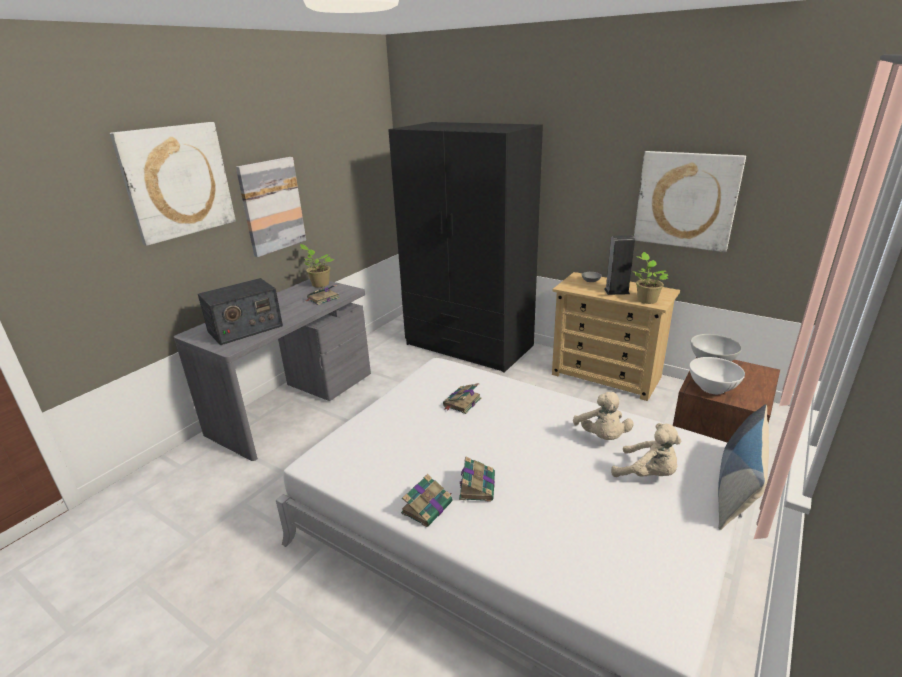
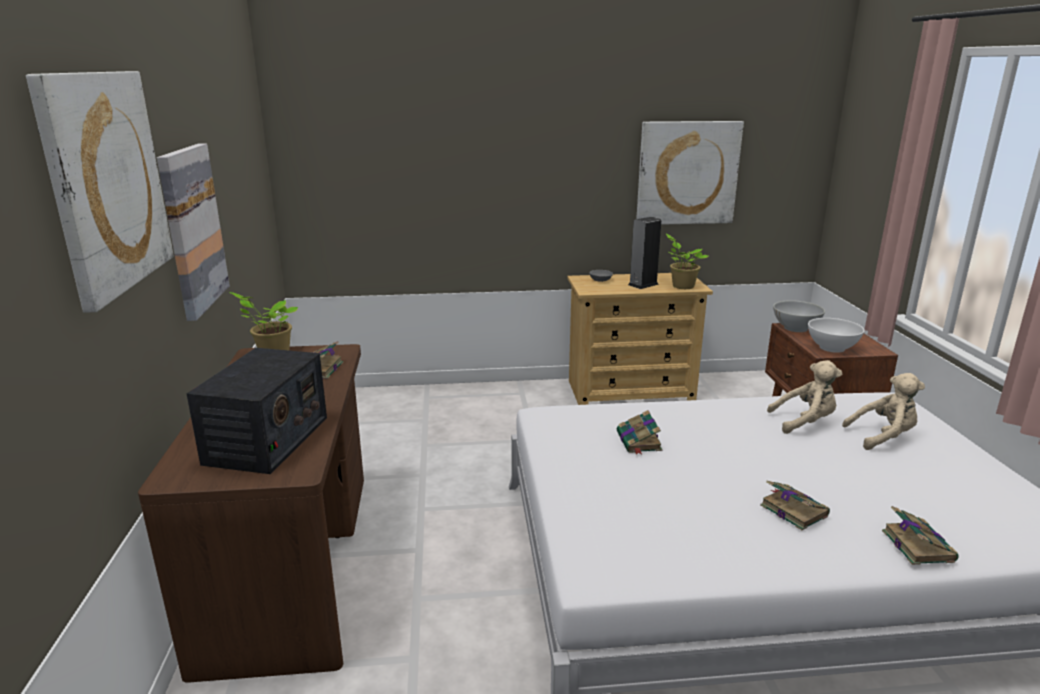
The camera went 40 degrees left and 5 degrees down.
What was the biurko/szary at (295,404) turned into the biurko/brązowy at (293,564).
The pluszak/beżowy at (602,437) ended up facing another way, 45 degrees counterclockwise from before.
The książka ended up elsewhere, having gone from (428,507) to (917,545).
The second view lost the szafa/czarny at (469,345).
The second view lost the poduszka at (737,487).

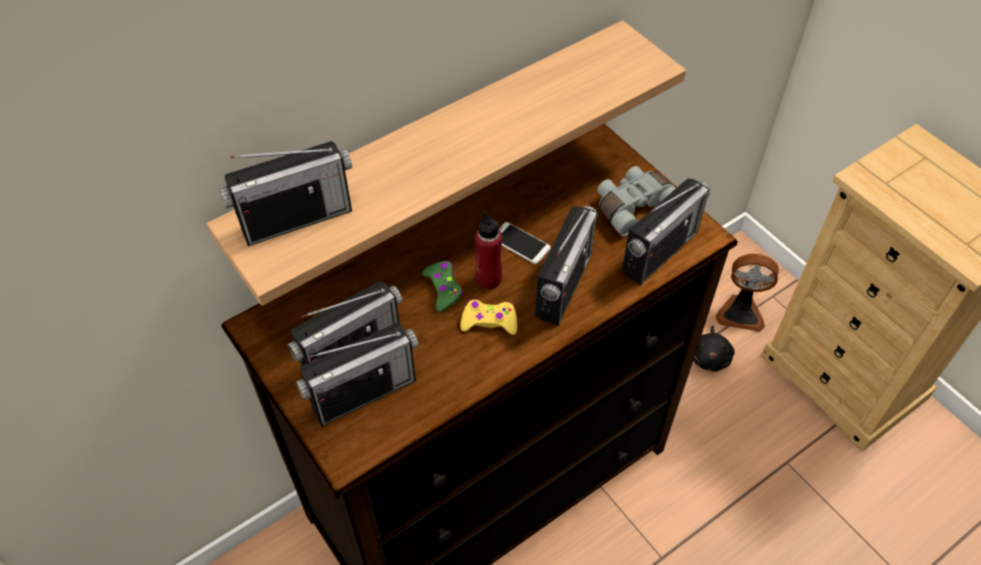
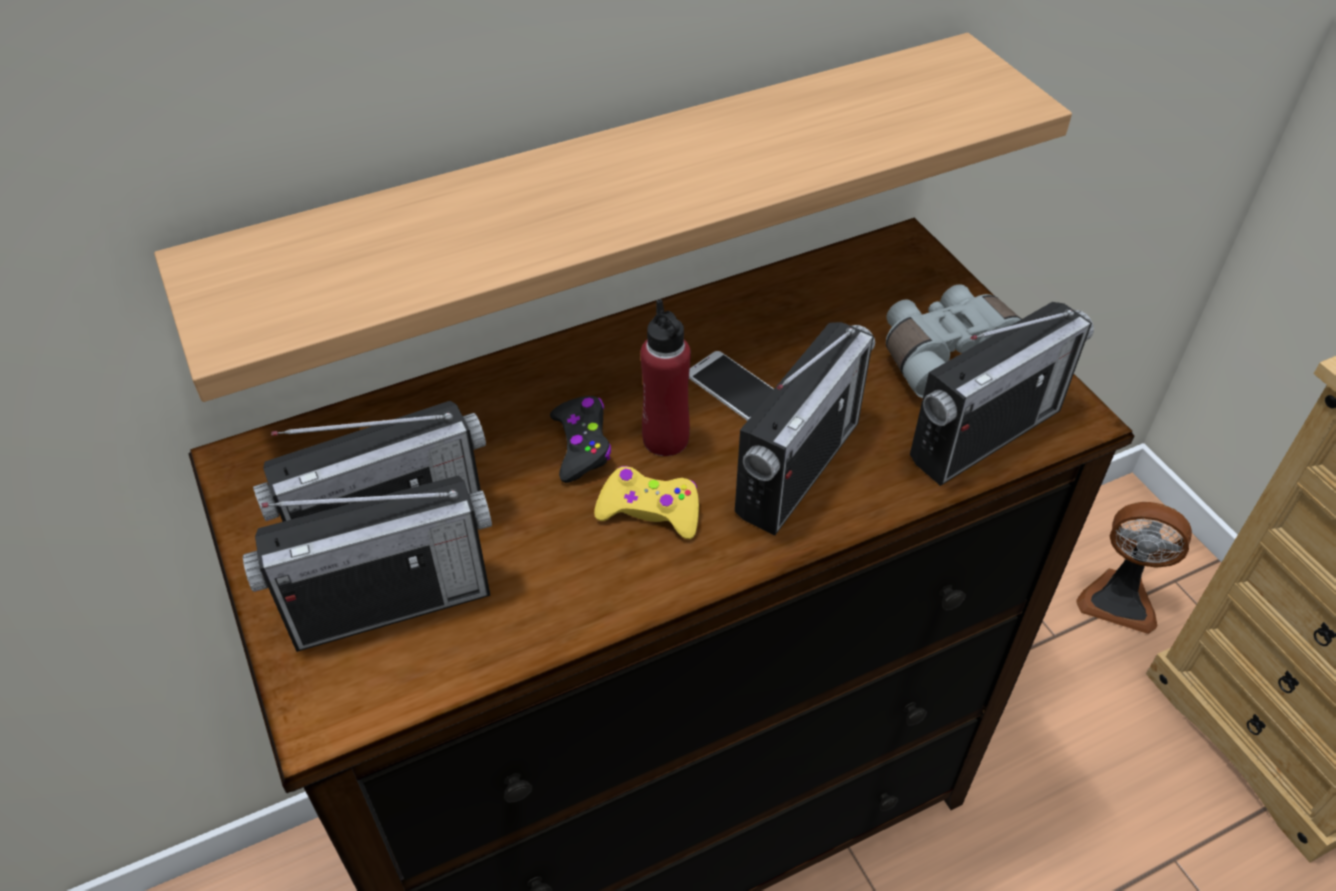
The camera went 10 degrees right and 5 degrees down.
What was the pad do gier/zielony at (443,289) turned into the pad do gier/czarny at (582,445).
The second view lost the radio at (296,219).
The second view lost the pluszak/czarny at (709,357).

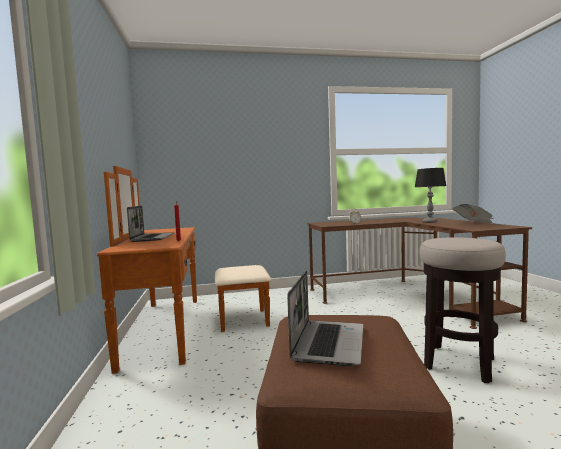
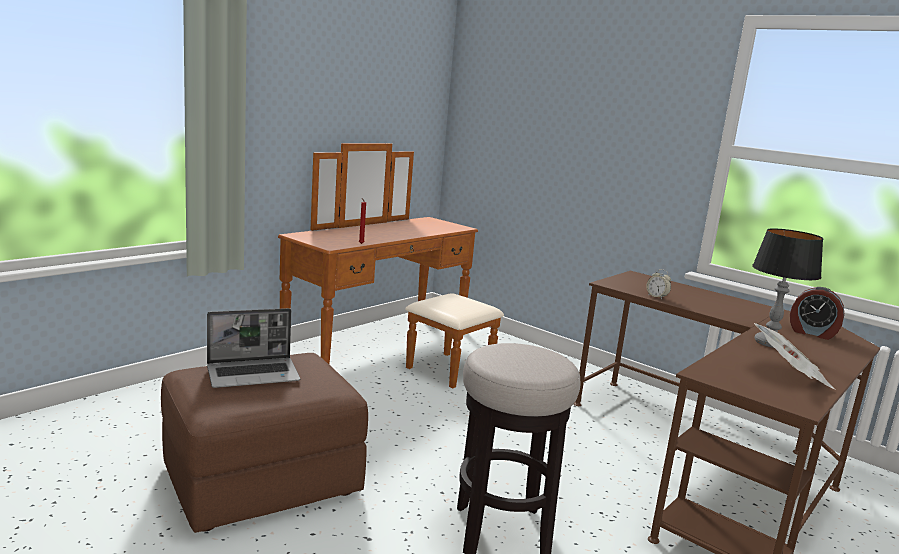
The camera went 50 degrees right and 10 degrees up.
The second view gained the budzik at (812,333).
The second view lost the laptop at (152,238).

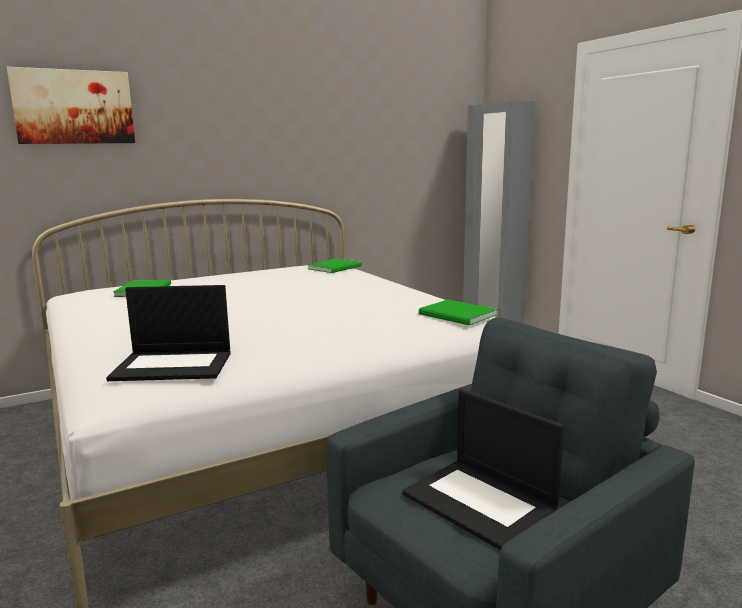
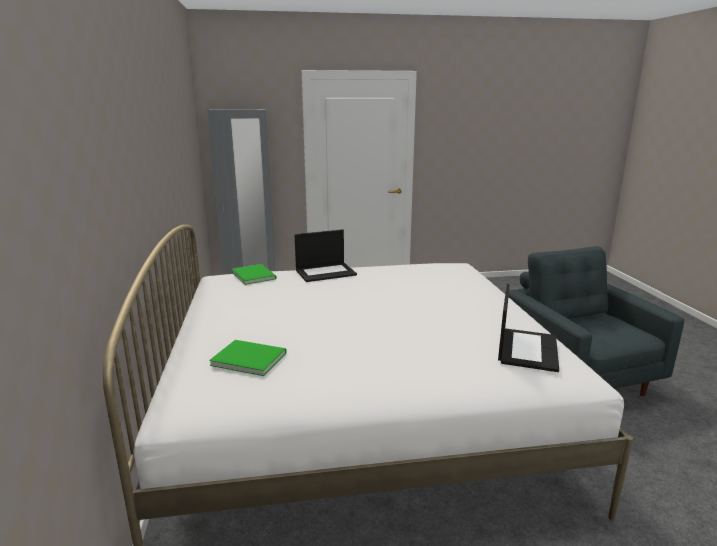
The camera went 70 degrees left and 5 degrees up.
The laptop ended up elsewhere, having gone from (481,502) to (326,272).
The second view lost the obraz at (74,107).
The second view lost the książka/zielony at (458,315).

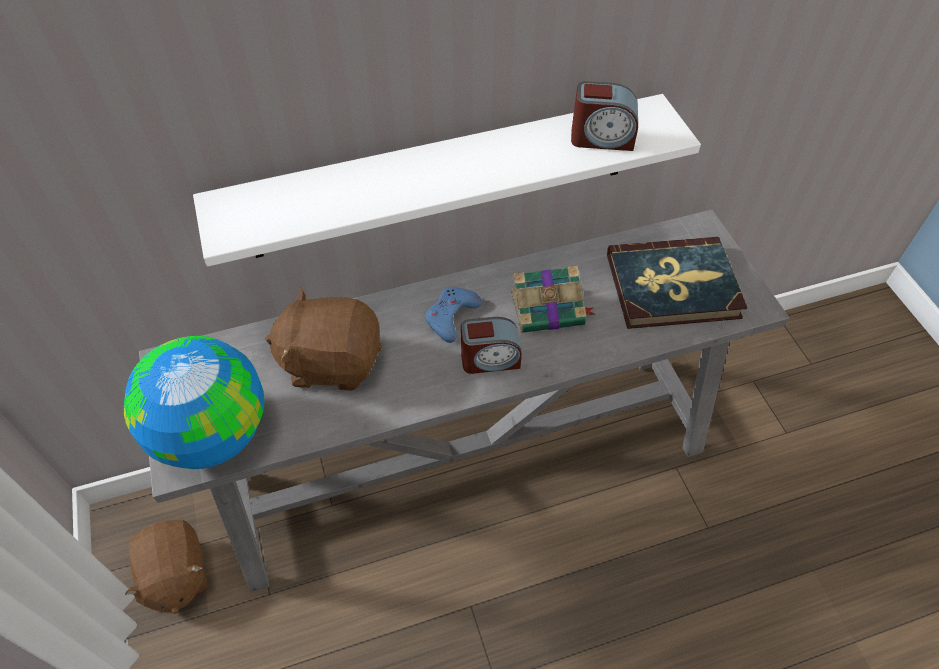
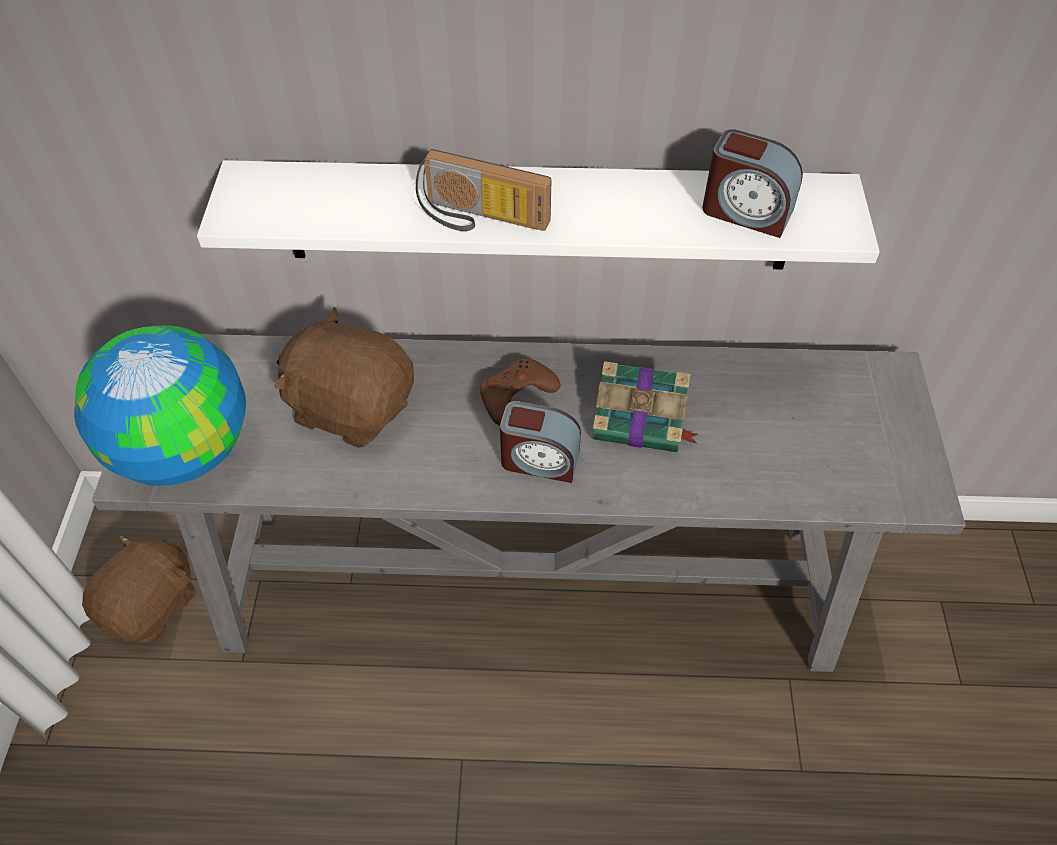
The camera went 20 degrees right and 0 degrees up.
The pluszak/brązowy at (175,576) ended up facing another way, 150 degrees counterclockwise from before.
The second view gained the radio at (480,219).
What was the pad do gier/niebieski at (451,316) turned into the pad do gier/brązowy at (516,394).
The second view lost the książka at (672,287).

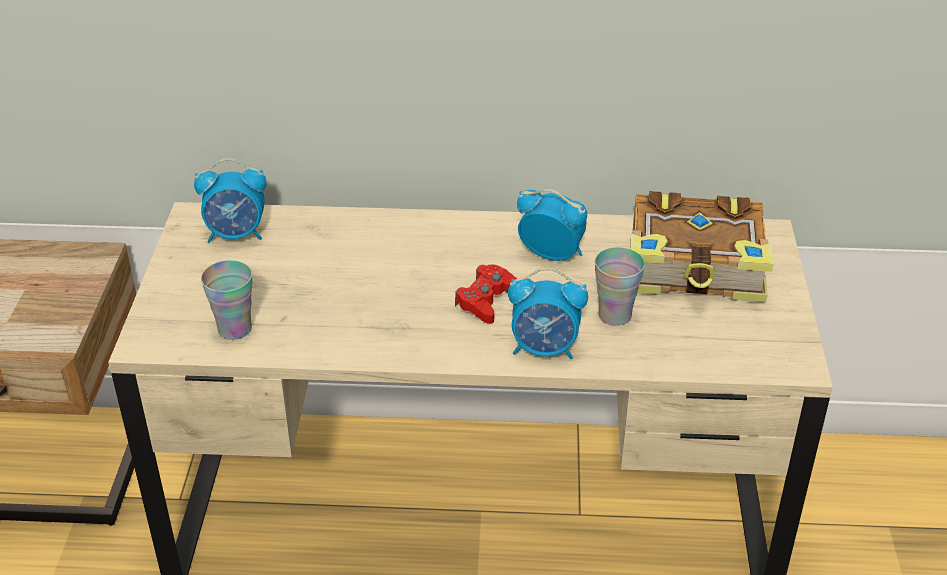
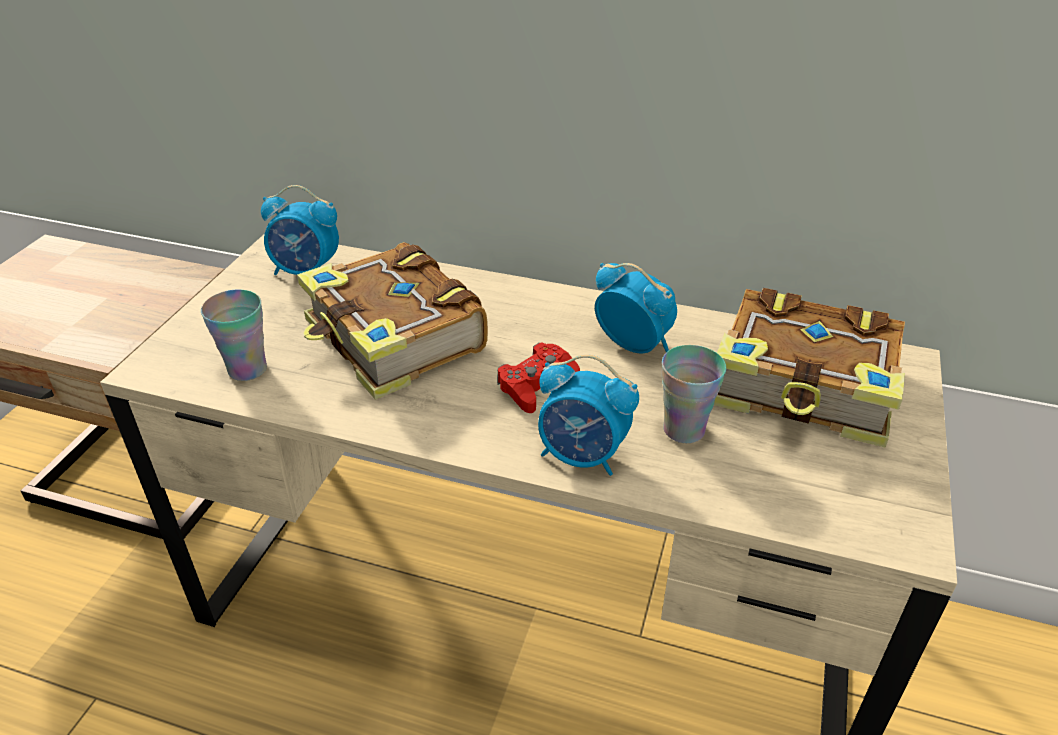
The camera went 15 degrees right and 0 degrees up.
The second view gained the książka at (394,339).

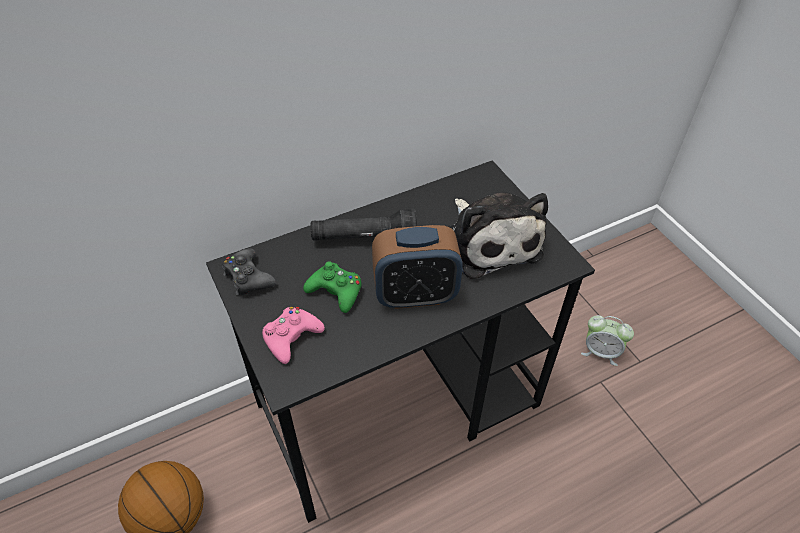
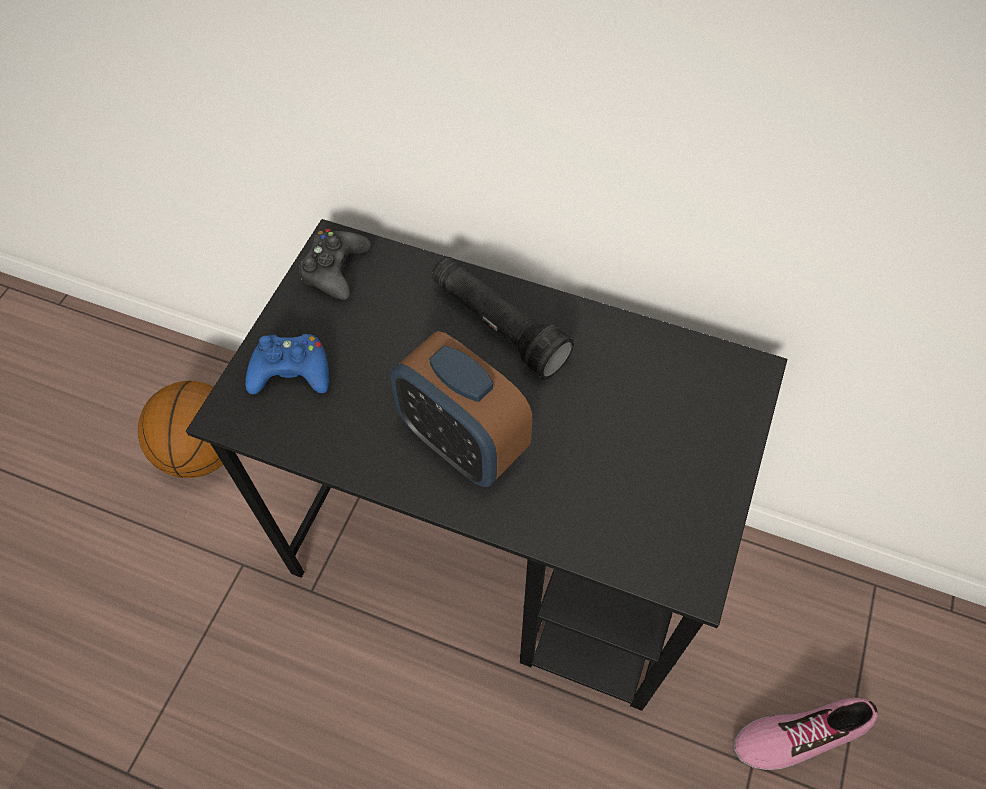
The camera went 50 degrees right and 10 degrees up.
What was the pad do gier/różowy at (291,337) turned into the pad do gier/niebieski at (291,371).
Where the budzik stood at (601,352), the but came to stand at (800,732).
The second view lost the pad do gier/zielony at (336,291).
The second view lost the pluszak at (489,241).

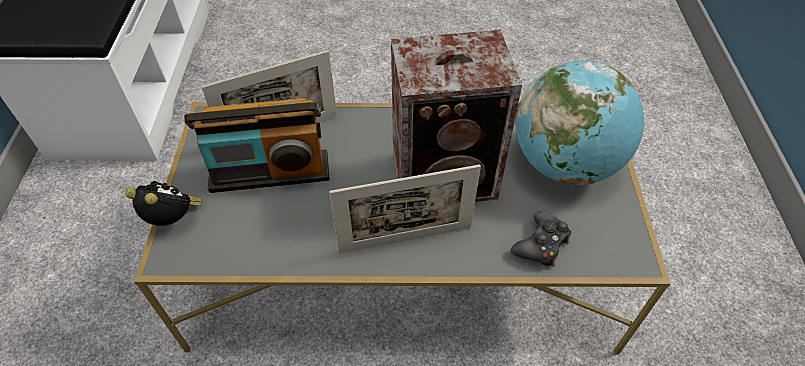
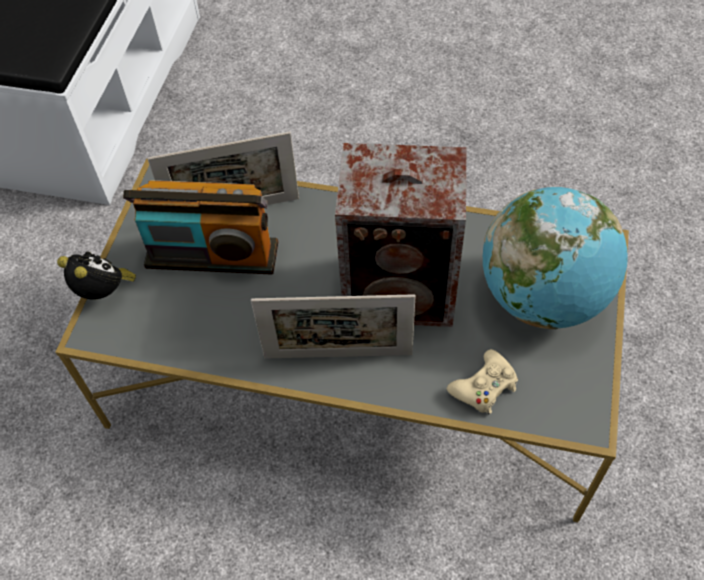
The camera went 15 degrees right and 5 degrees up.
What was the pad do gier/czarny at (541,244) turned into the pad do gier/beżowy at (484,387).

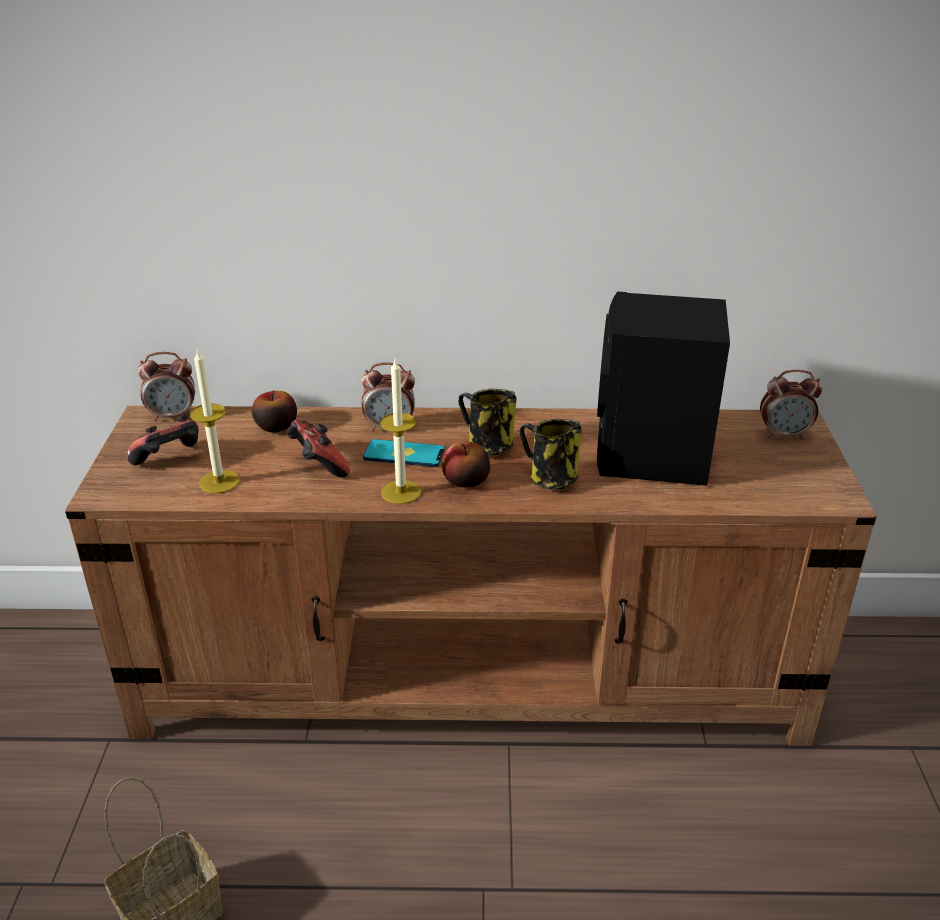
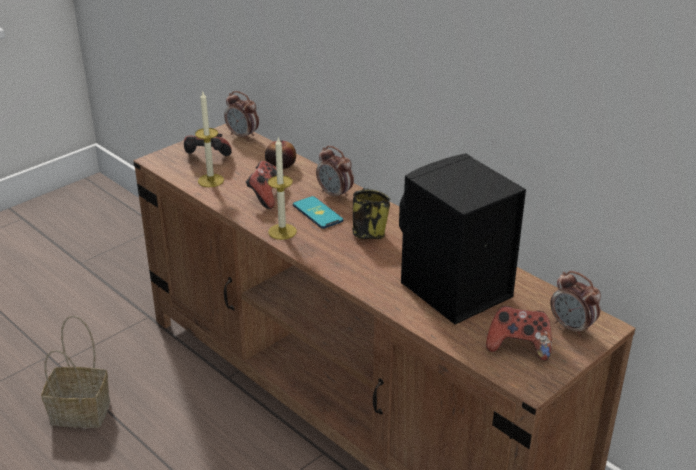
The camera went 45 degrees right and 0 degrees up.
The second view gained the pad do gier at (518,347).
The second view lost the jabłko at (465,480).
The second view lost the kubek at (550,480).

